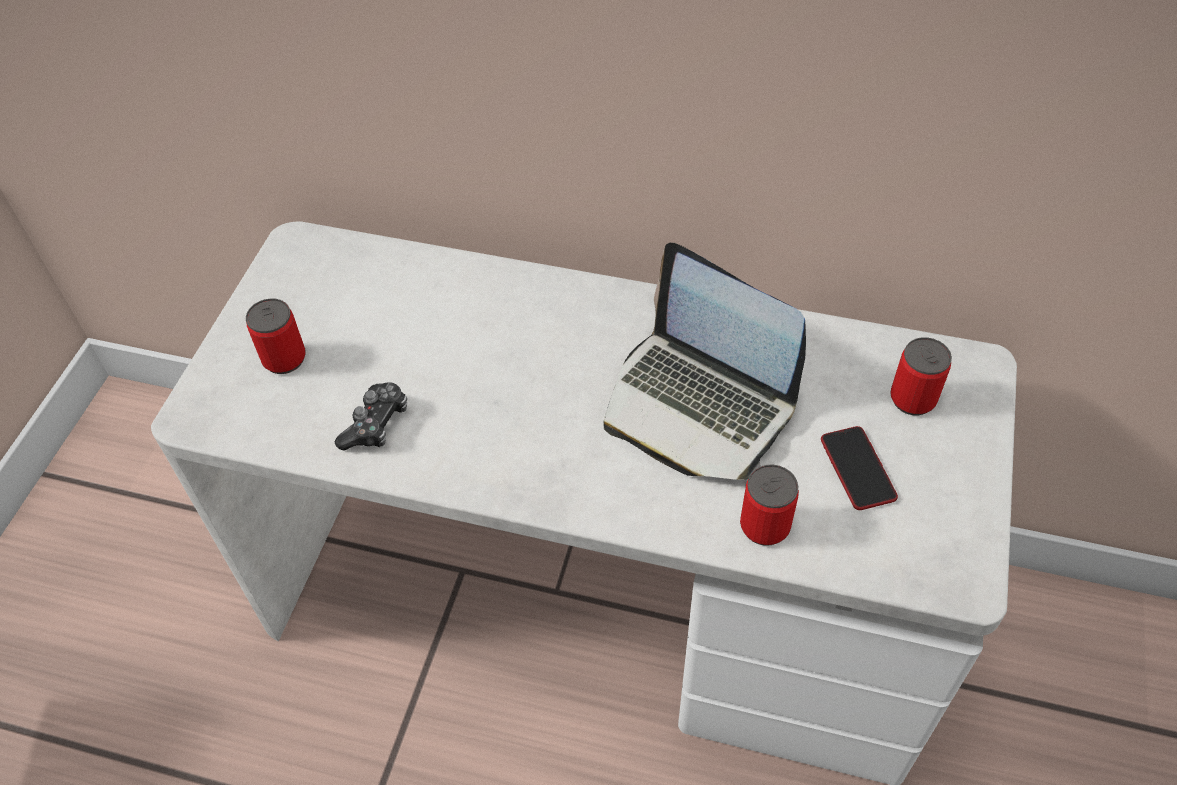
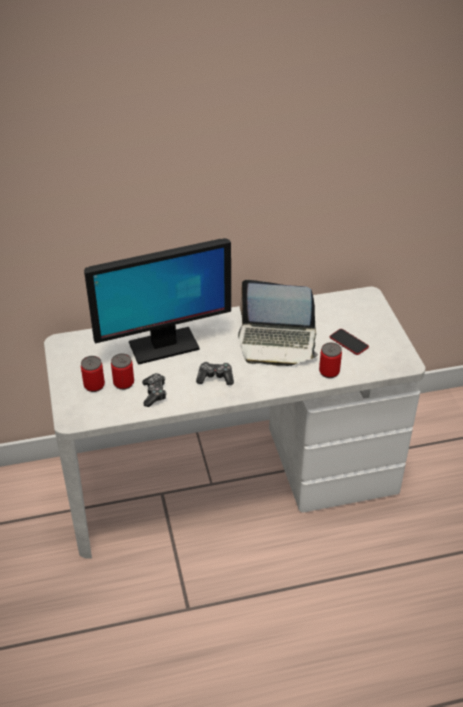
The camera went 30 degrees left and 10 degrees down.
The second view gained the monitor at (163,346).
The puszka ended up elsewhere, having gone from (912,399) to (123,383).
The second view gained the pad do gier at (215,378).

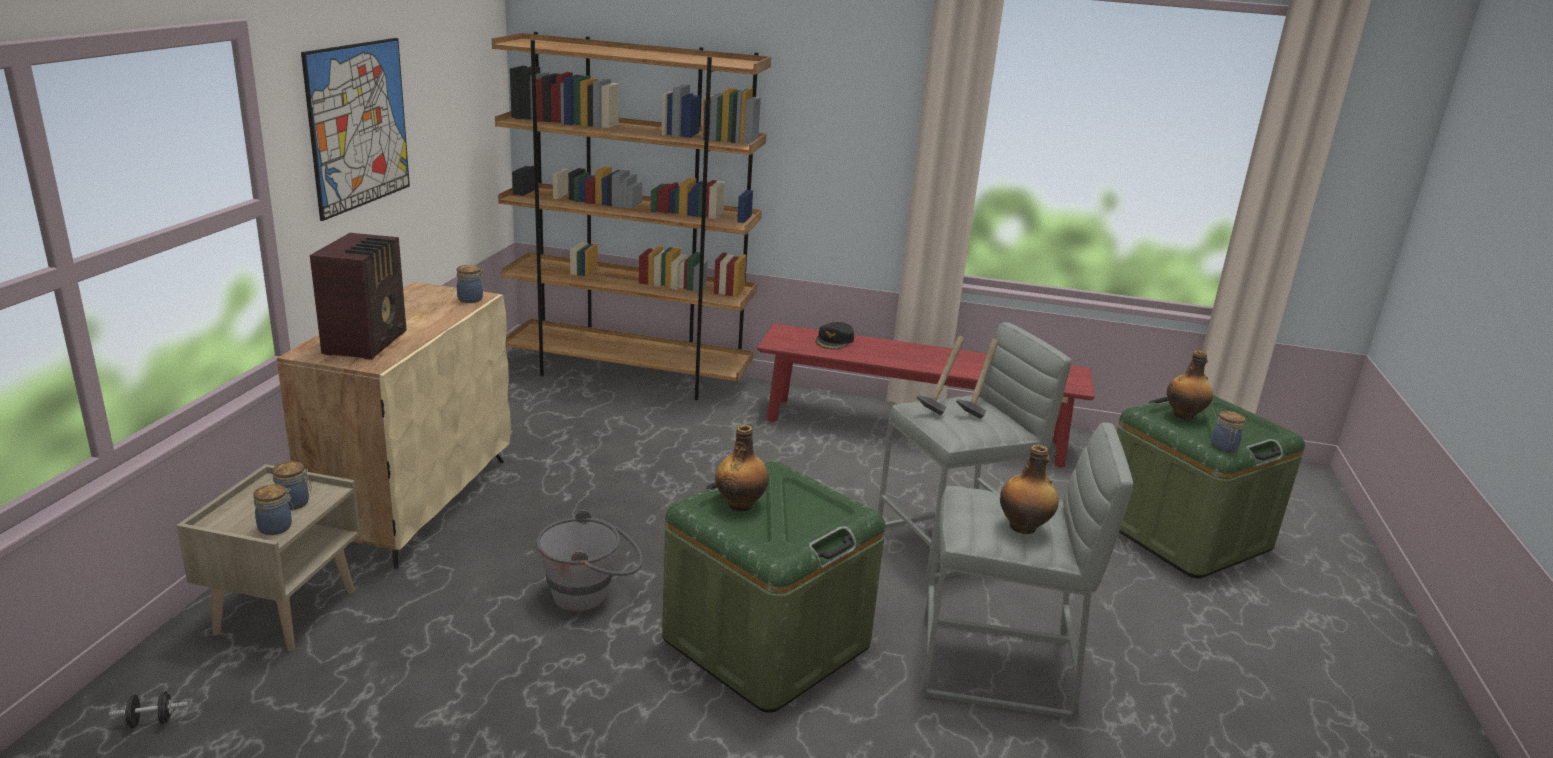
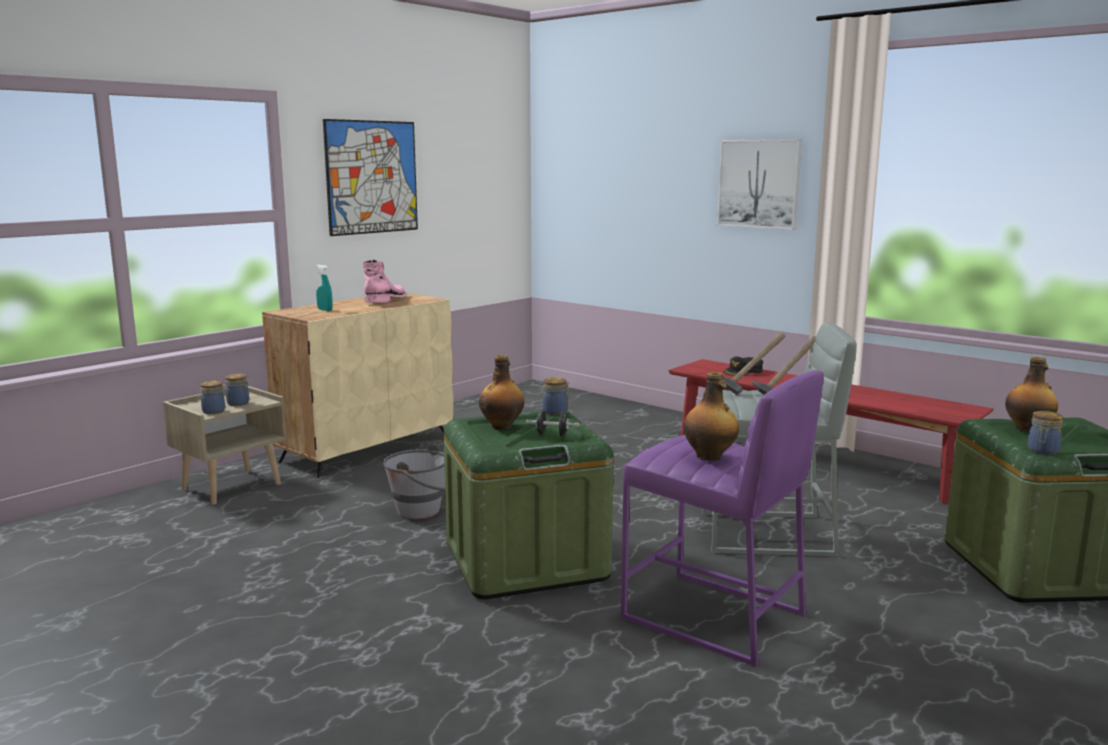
The camera went 30 degrees right and 10 degrees down.
Where the radio stood at (368,342), the spryskiwacz/turkusowy came to stand at (325,310).
The second view gained the but z cholewką/różowy at (386,300).
The hantel/czarny ended up elsewhere, having gone from (151,721) to (552,435).
The słoik ended up elsewhere, having gone from (471,299) to (556,412).
What was the stołek/szary at (997,668) turned into the stołek/fioletowy at (713,617).
The second view gained the obraz at (759,183).
The second view lost the regał/brązowy at (630,375).

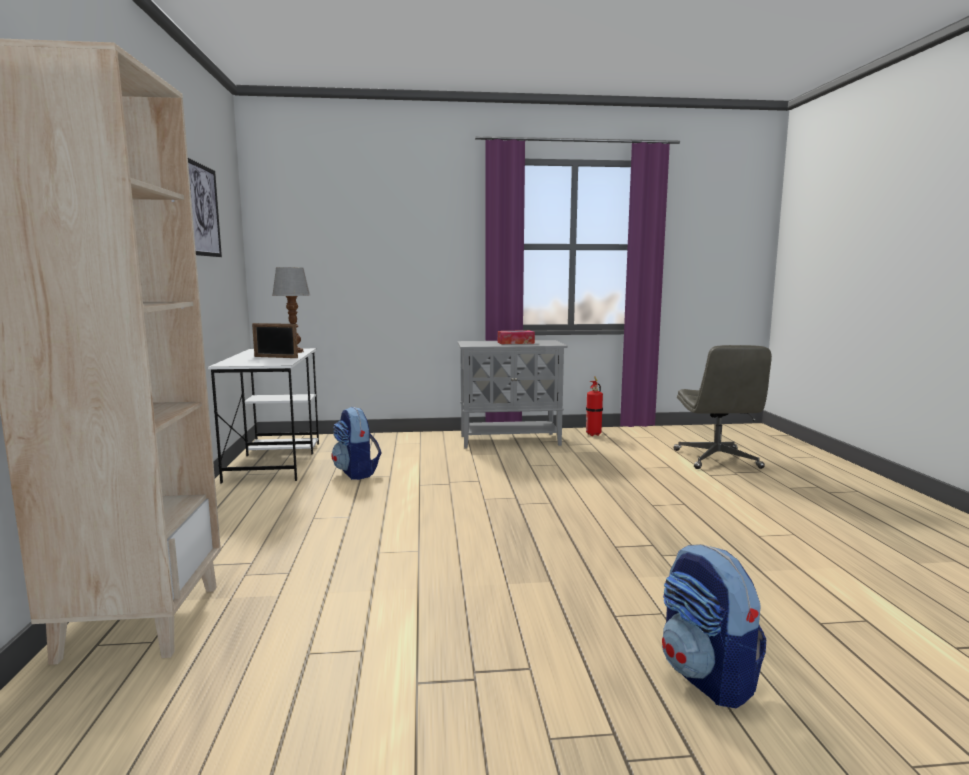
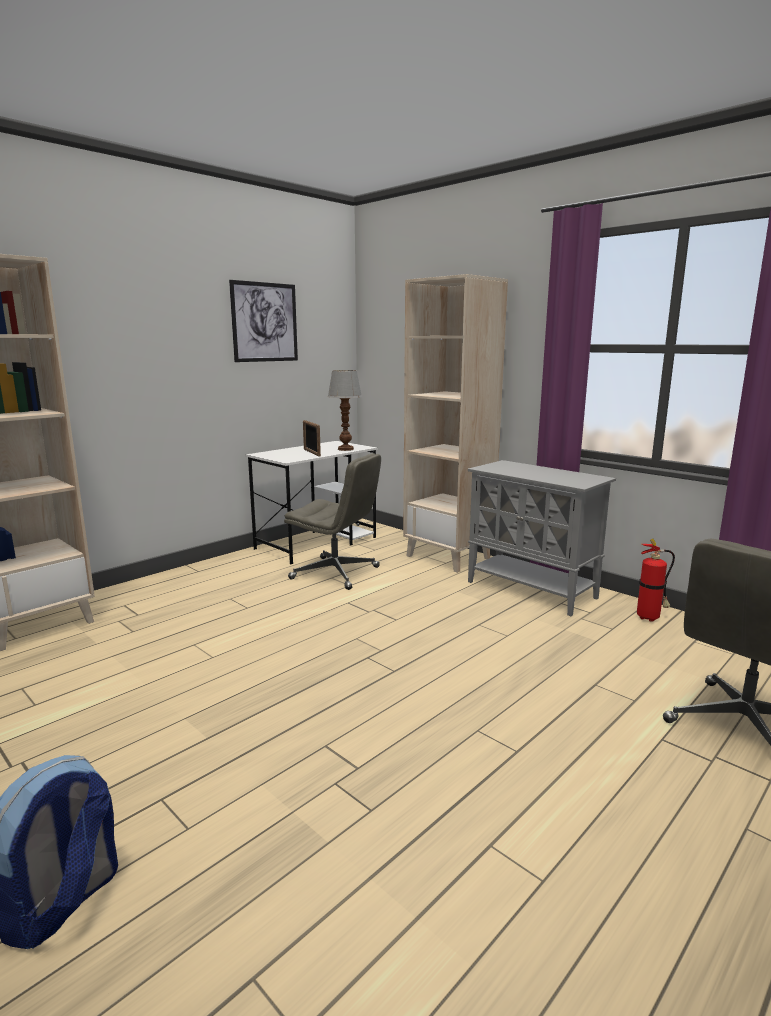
The camera went 50 degrees right and 5 degrees up.
Where the plecak stood at (356,473), the krzesło biurowe/szary came to stand at (336,573).
The second view gained the regał/beżowy at (449,557).
The second view lost the pudełko chusteczek at (515,343).

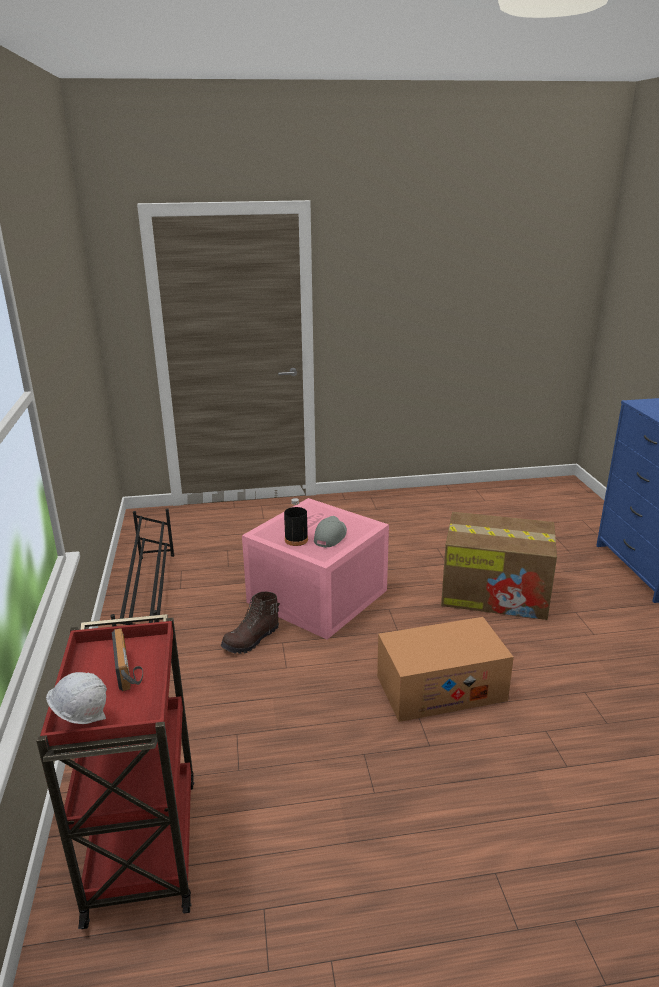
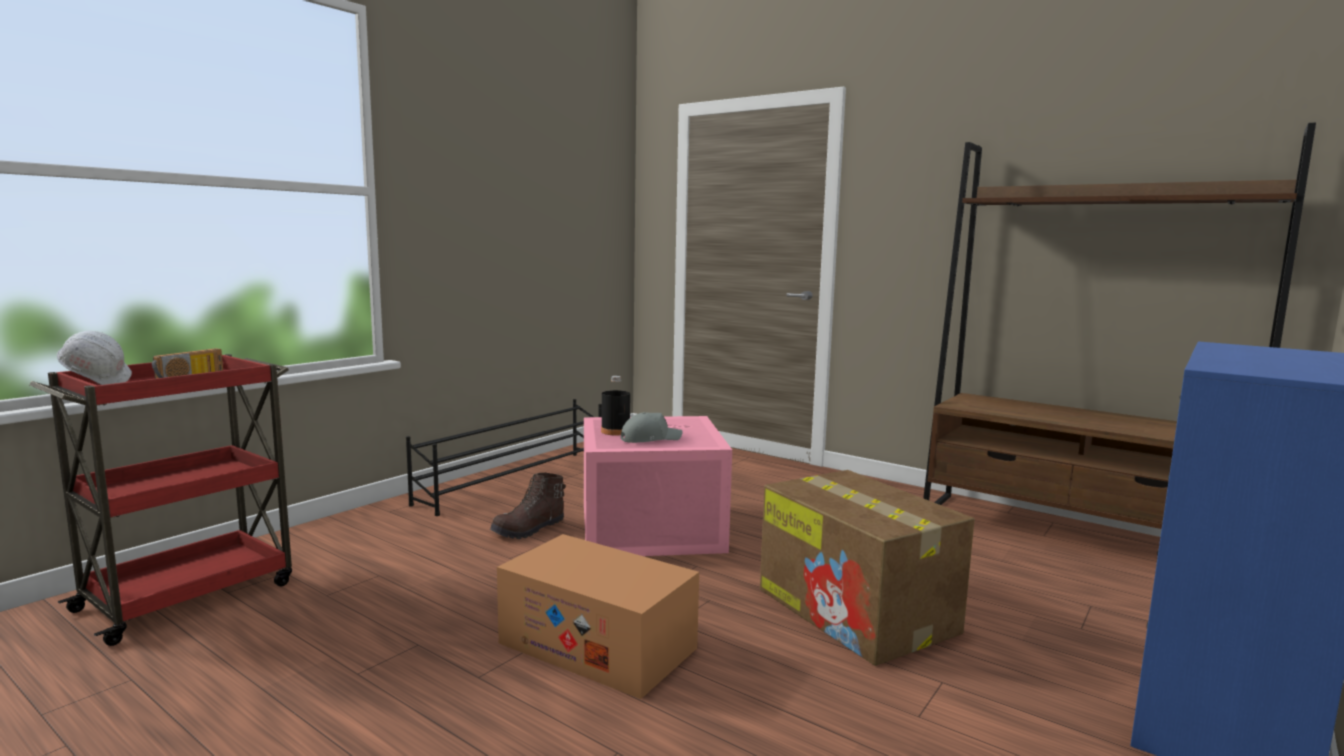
The camera went 45 degrees right and 15 degrees down.
The but z cholewką/brązowy at (252,640) ended up facing another way, 45 degrees counterclockwise from before.
The second view gained the regał/brązowy at (1072,536).

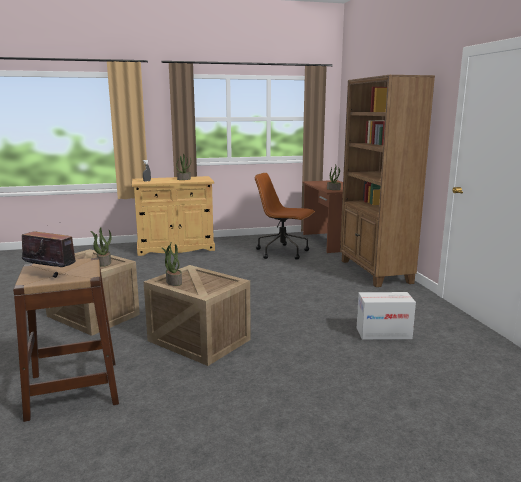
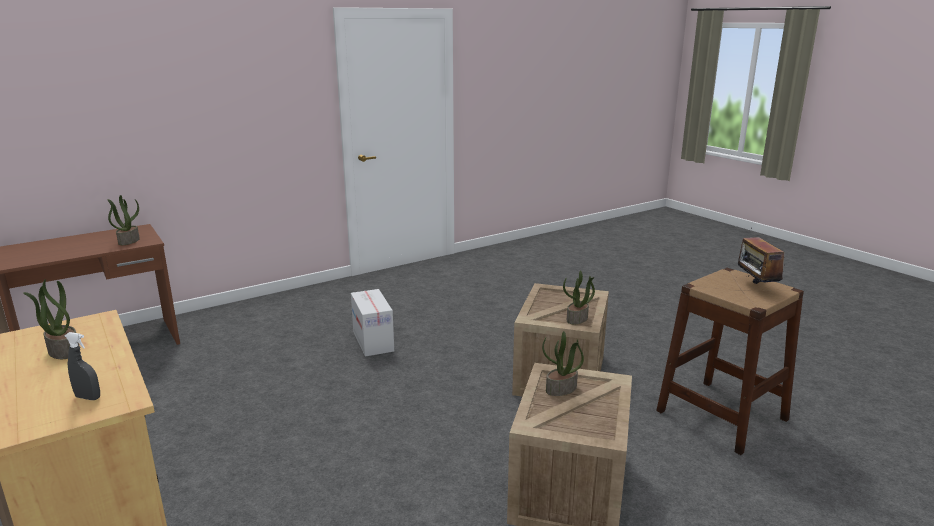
The camera went 110 degrees left and 5 degrees up.
The karton ended up elsewhere, having gone from (383,333) to (373,341).
The second view lost the krzesło biurowe/brązowy at (283,252).
The second view lost the regał/brązowy at (374,272).

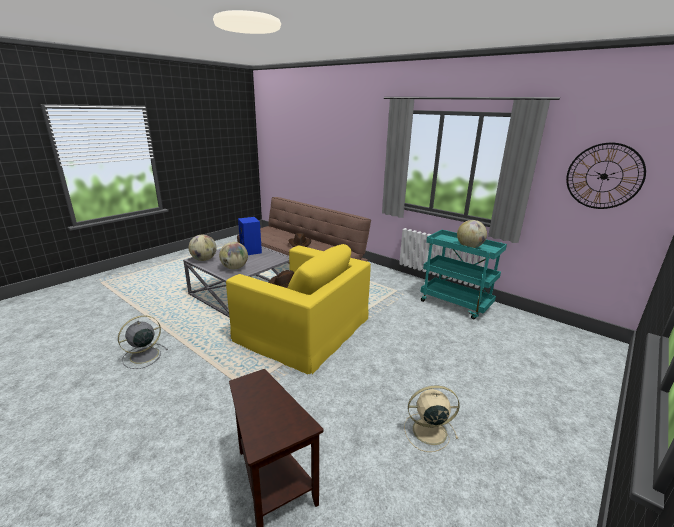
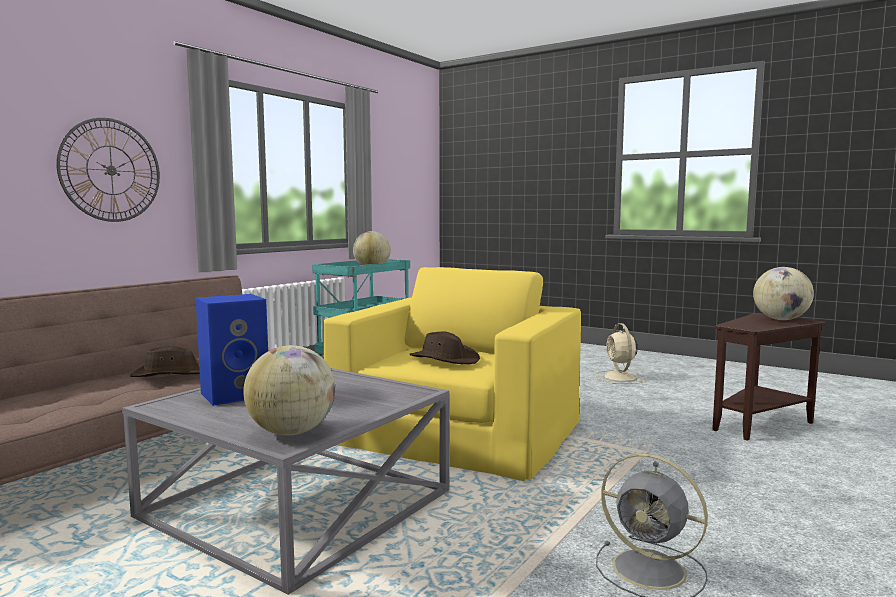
The camera went 95 degrees left and 15 degrees down.
The zegar ścienny ended up elsewhere, having gone from (604,176) to (111,170).
The globus ended up elsewhere, having gone from (234,268) to (781,319).

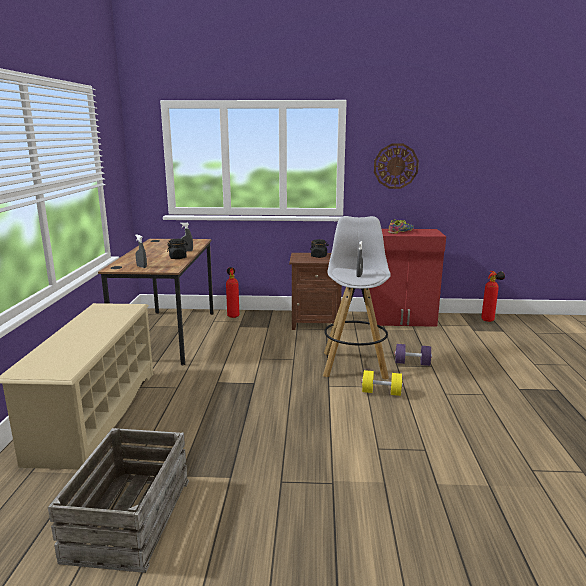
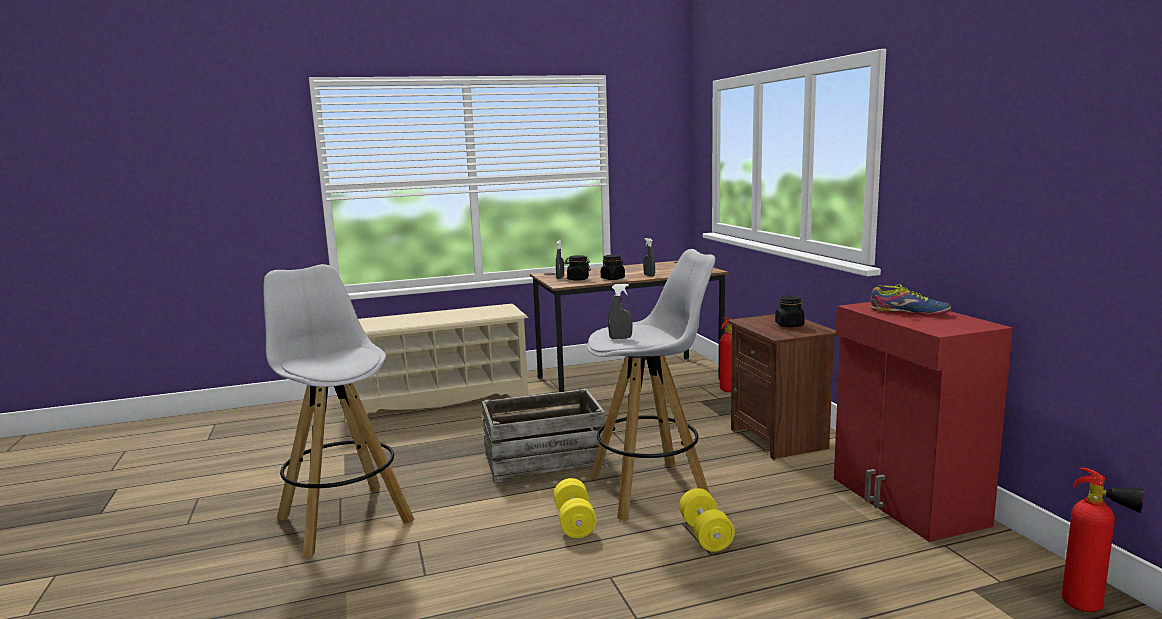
The camera went 70 degrees right and 5 degrees down.
The second view gained the stołek/biały at (344,519).
The skrzynka ended up elsewhere, having gone from (128,518) to (544,458).
The second view gained the słoik/czarny at (578,279).
What was the hantel/fioletowy at (412,363) turned into the hantel/żółty at (705,535).
The second view lost the zegar ścienny at (395,166).

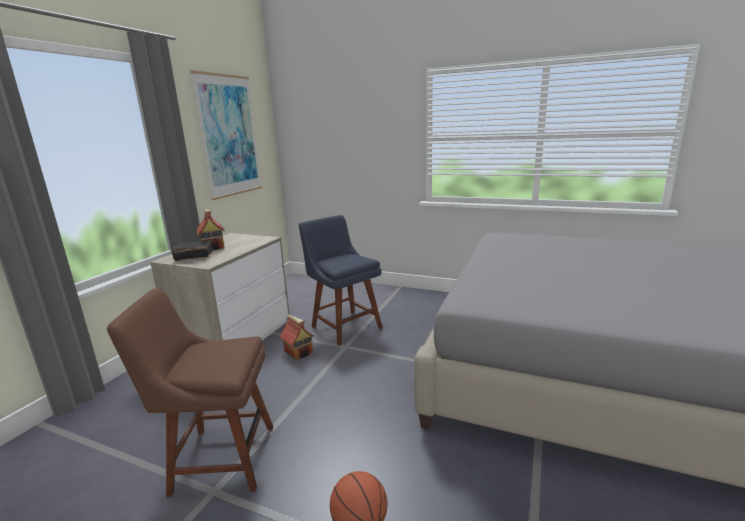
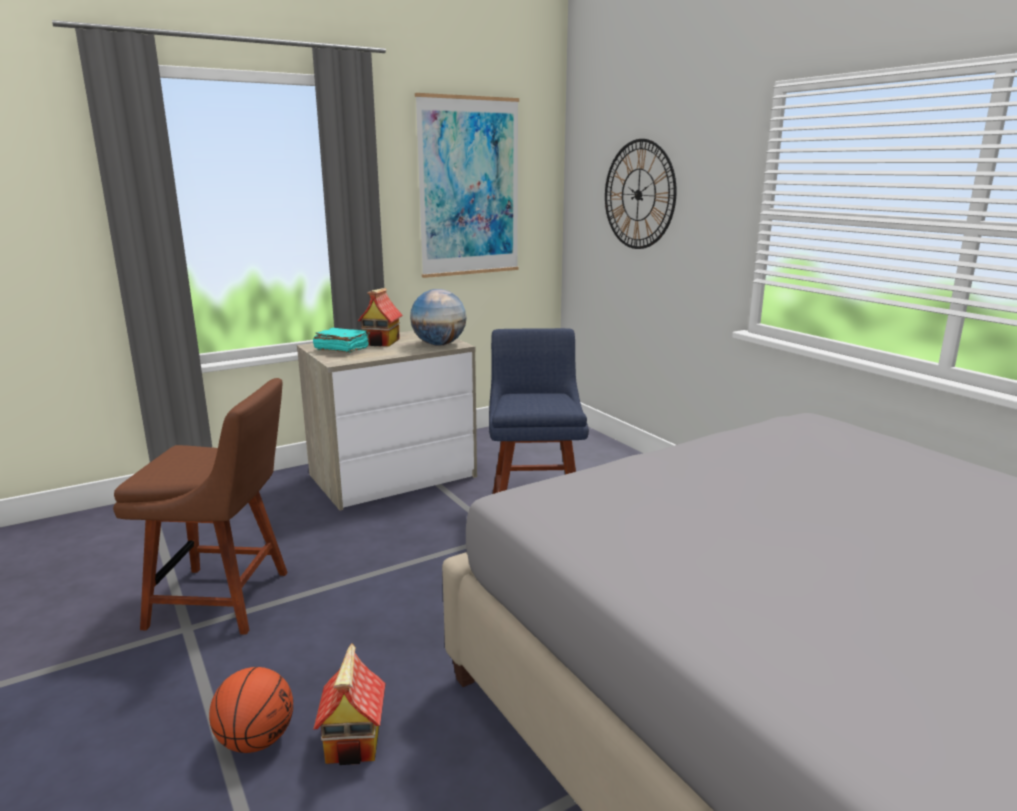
The camera went 35 degrees right and 0 degrees up.
The krzesło/brązowy at (218,458) ended up facing another way, 150 degrees clockwise from before.
What was the książka/czarny at (194,257) turned into the książka/turkusowy at (341,349).
The domek ended up elsewhere, having gone from (299,352) to (354,741).
The second view gained the globus at (439,344).
The second view gained the zegar ścienny at (638,195).

